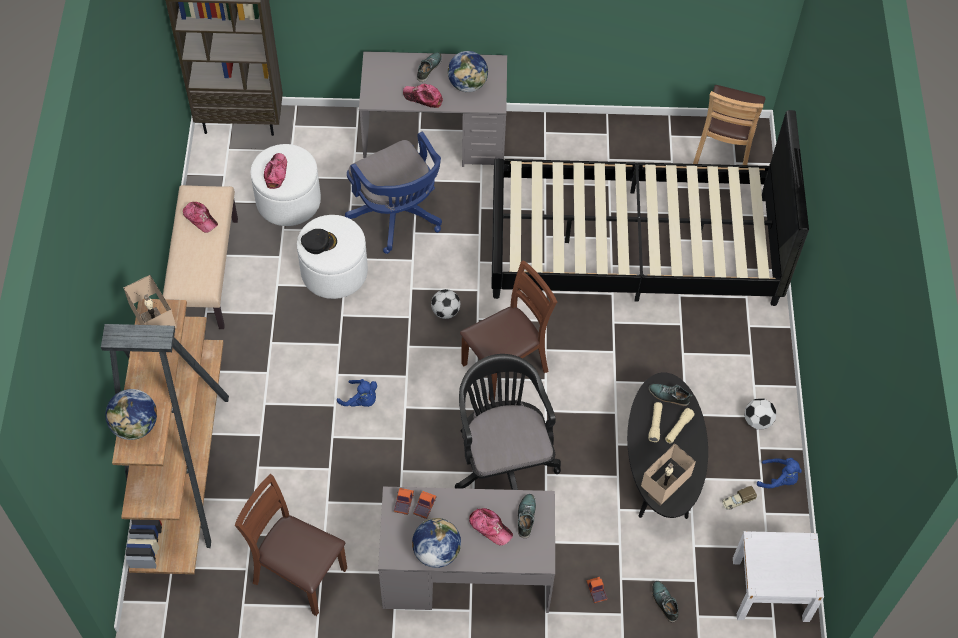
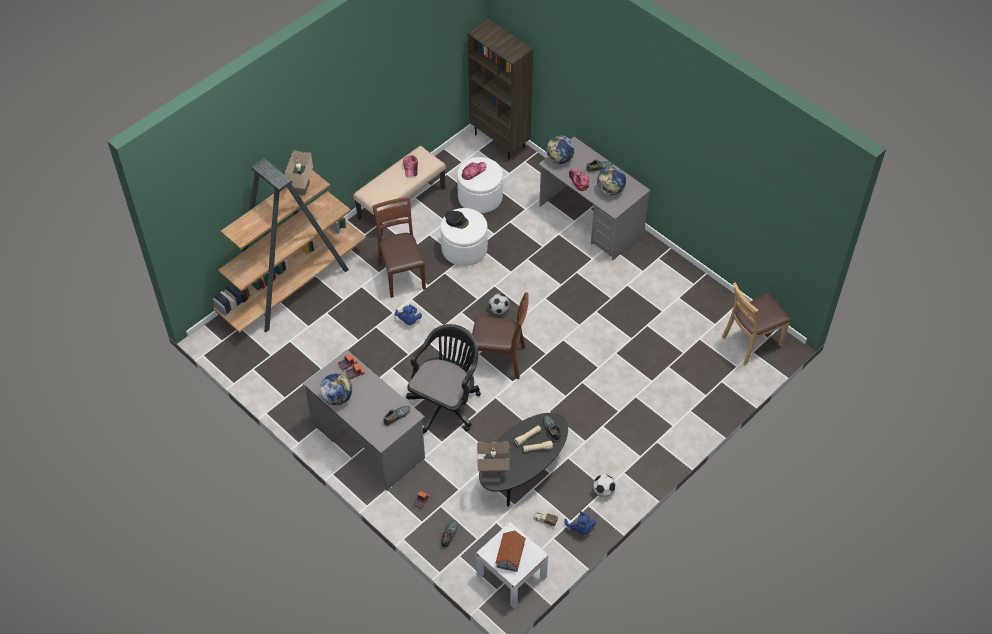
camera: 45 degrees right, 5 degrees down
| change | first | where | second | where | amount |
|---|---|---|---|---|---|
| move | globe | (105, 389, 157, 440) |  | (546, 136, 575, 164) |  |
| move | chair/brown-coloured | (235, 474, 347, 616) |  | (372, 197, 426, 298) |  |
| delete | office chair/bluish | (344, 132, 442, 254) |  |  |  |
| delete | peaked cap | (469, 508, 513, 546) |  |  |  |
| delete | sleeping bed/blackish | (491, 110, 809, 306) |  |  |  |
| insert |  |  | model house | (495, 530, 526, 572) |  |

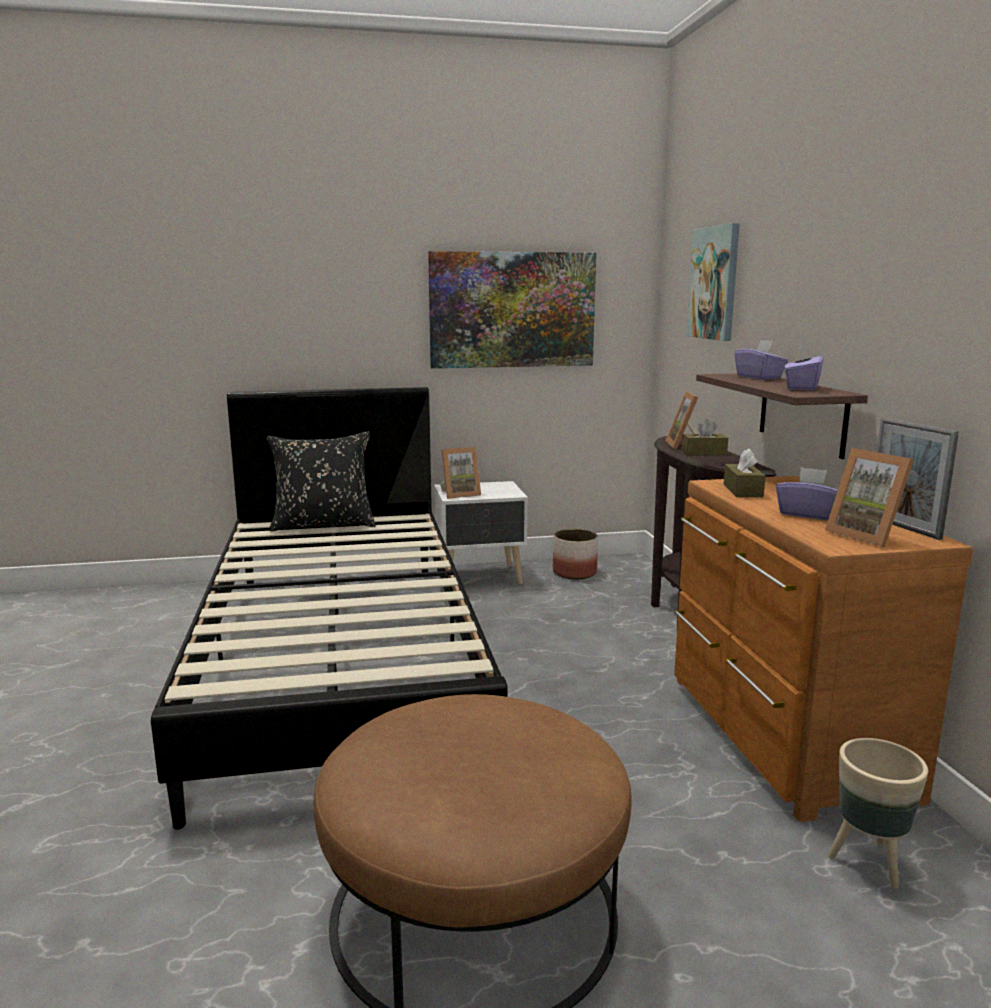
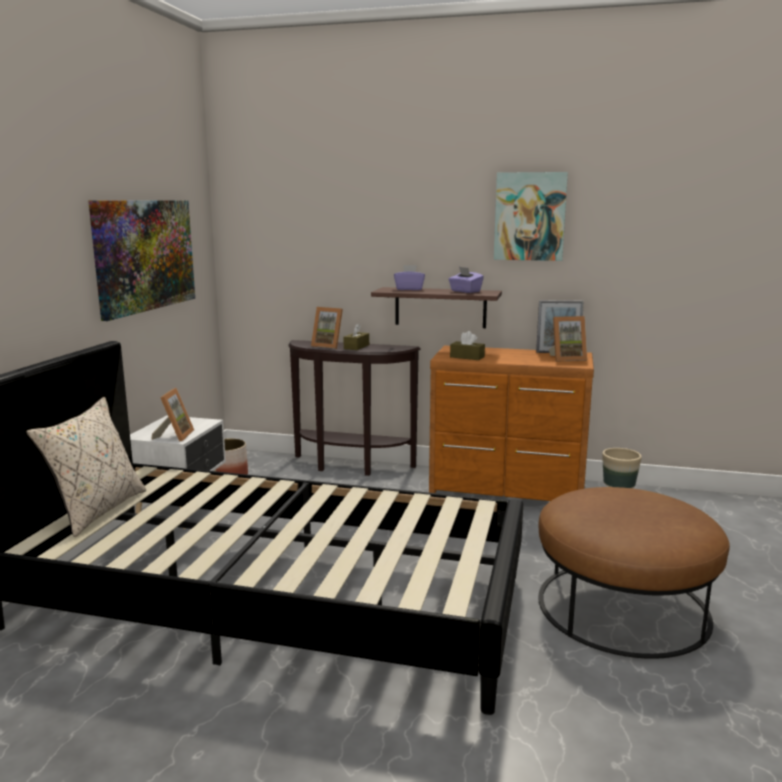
camera: 65 degrees left, 0 degrees up
| change | first | where | second | where | amount |
|---|---|---|---|---|---|
| recolor | cushion/blackish | (267, 431, 376, 532) | cushion/sand-coloured | (26, 397, 146, 537) |  |
| move | wall art | (686, 223, 740, 341) |  | (494, 172, 568, 261) |  |
| delete | tissue holder/purple-coloured | (776, 467, 838, 520) |  |  |  |

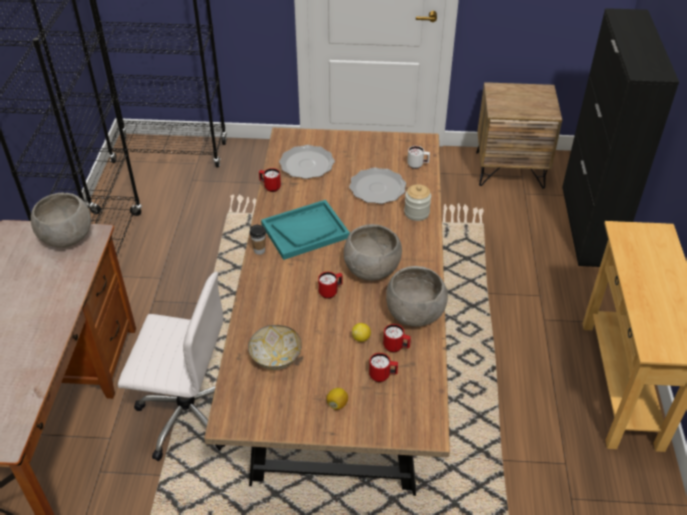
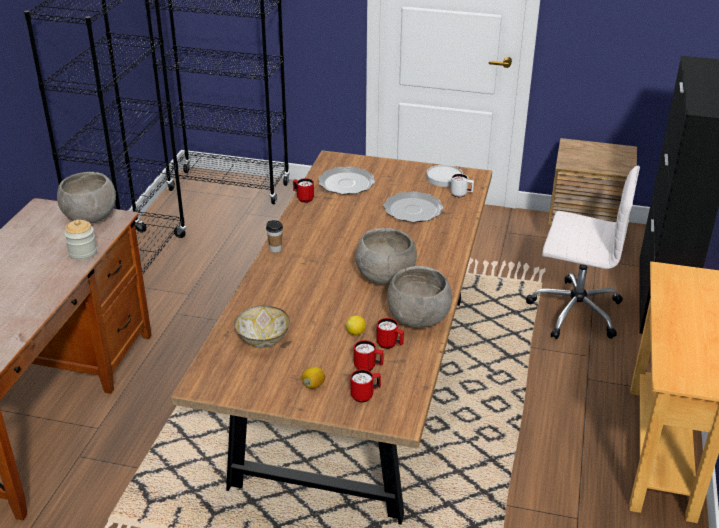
camera: 10 degrees right, 10 degrees down
| change | first | where | second | where | amount |
|---|---|---|---|---|---|
| move | office chair/white | (118, 272, 225, 461) |  | (526, 166, 640, 339) |  |
| delete | carrying tray/blue-green | (261, 200, 350, 260) |  |  |  |
| move | mug/red | (318, 272, 343, 299) |  | (350, 369, 381, 403) |  |
| move | preserve jar | (404, 184, 431, 221) |  | (64, 220, 97, 260) |  |
| insert |  |  | flat dish/white | (426, 165, 463, 187) |  |

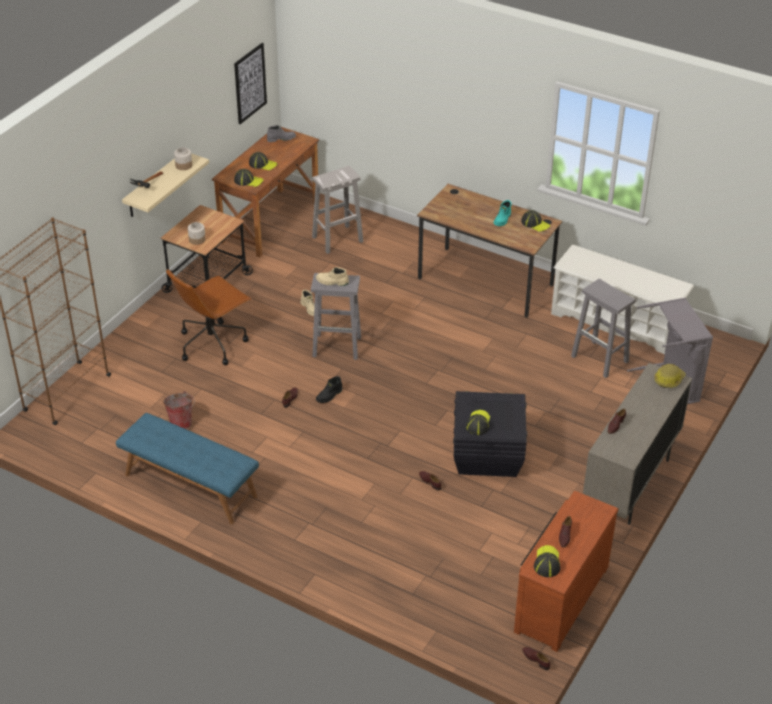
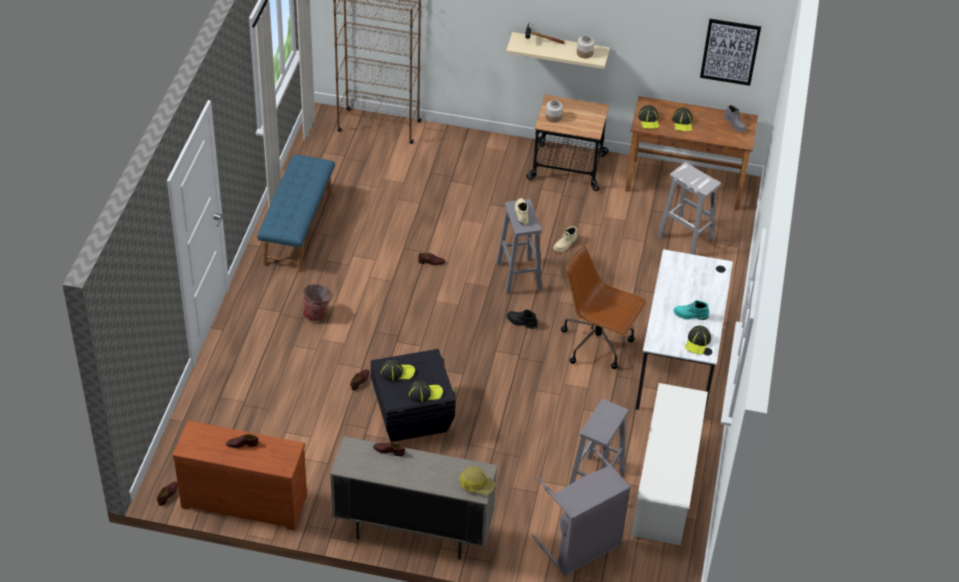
camera: 70 degrees right, 5 degrees up
| change | first | where | second | where | amount |
|---|---|---|---|---|---|
| move | pail | (163, 391, 195, 429) |  | (302, 284, 333, 321) |  |
| move | office chair/brown-coloured | (166, 270, 252, 365) |  | (561, 246, 647, 369) |  |
| move | boot/blackish | (316, 376, 342, 403) |  | (507, 310, 538, 329) |  |
| recolor | desk/brown-coloured | (417, 184, 562, 318) | desk/white | (635, 249, 733, 422) |  |
| move | peaked cap | (534, 545, 560, 577) |  | (408, 381, 443, 403) |  |

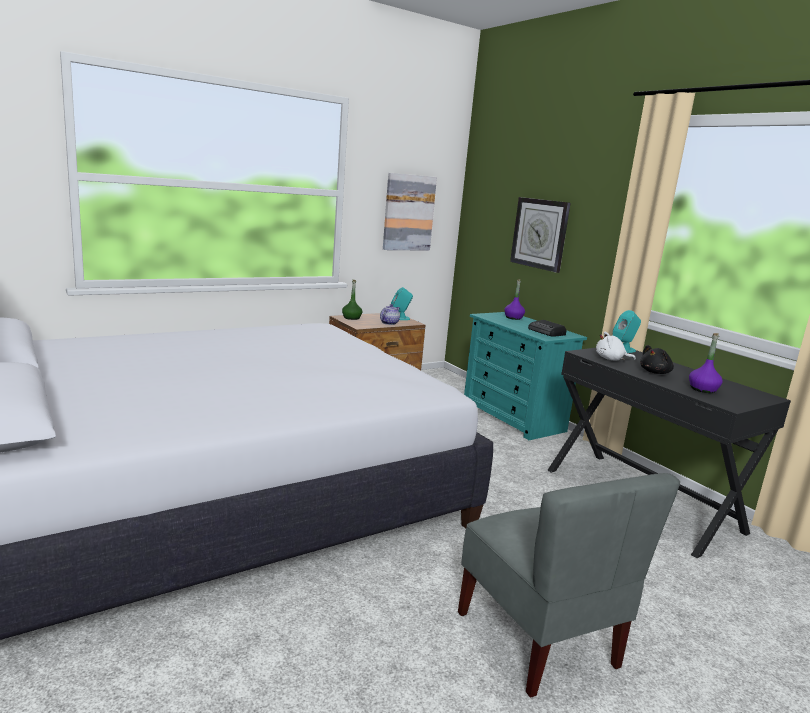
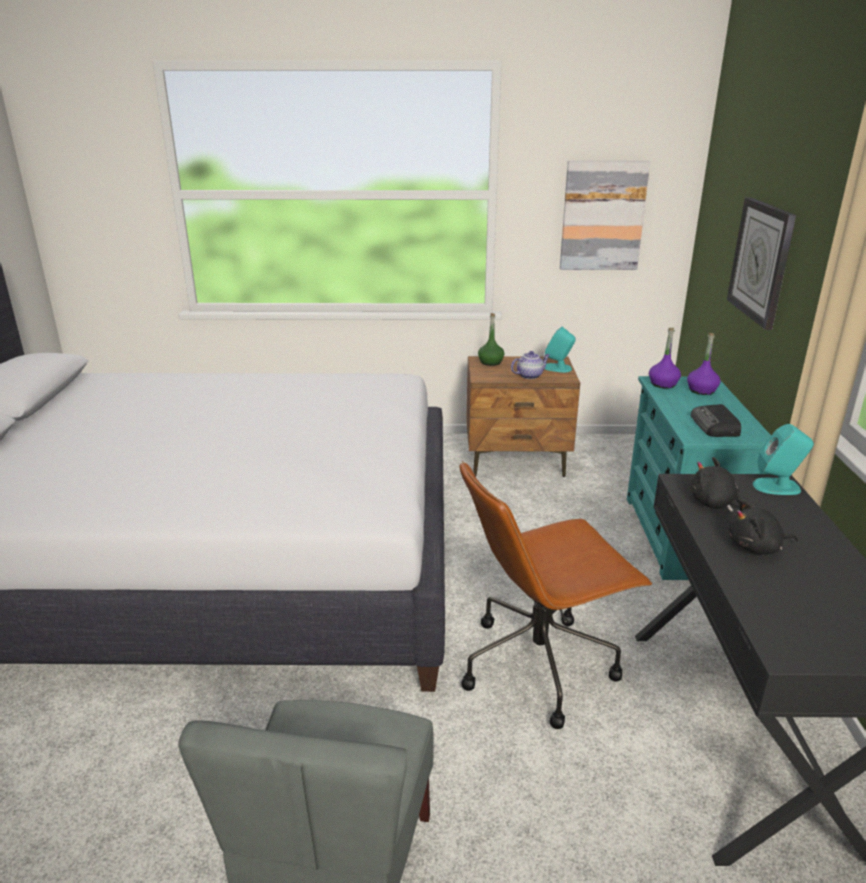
camera: 35 degrees right, 10 degrees up
| change | first | where | second | where | amount |
|---|---|---|---|---|---|
| recolor | soft toy/white | (596, 332, 636, 361) | soft toy/blackish | (690, 457, 756, 512) |  |
| move | bottle/purple-coloured | (689, 333, 723, 393) |  | (649, 328, 681, 389) |  |
| insert |  |  | office chair/brown-coloured | (460, 461, 653, 729) |  |

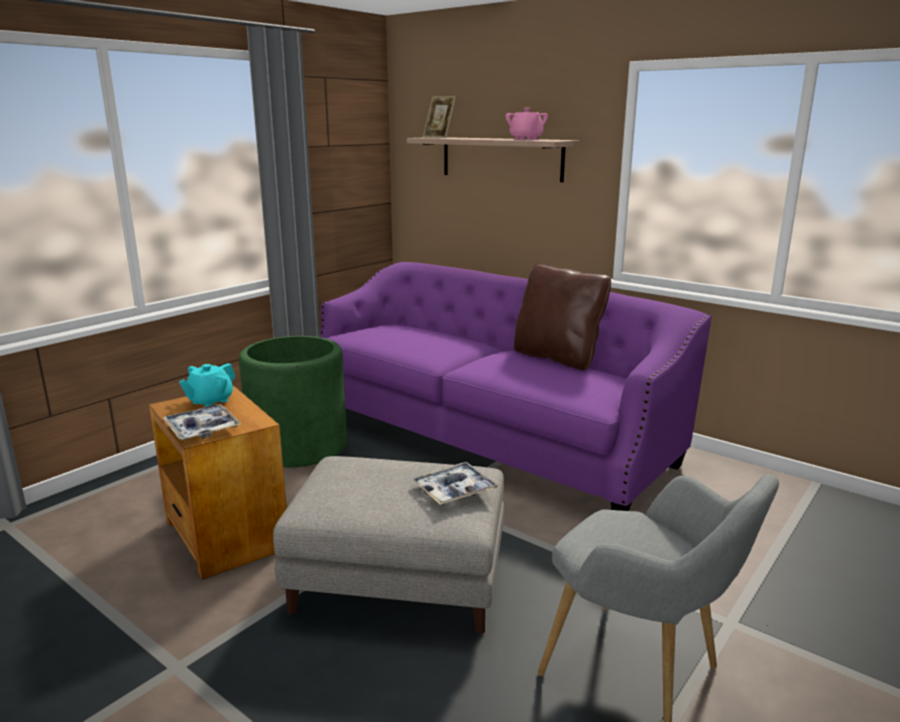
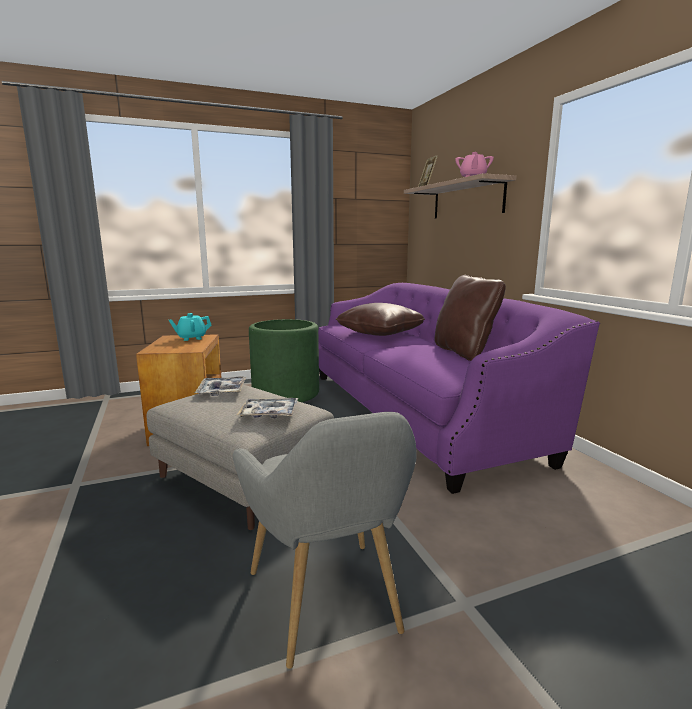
camera: 30 degrees right, 5 degrees down
| change | first | where | second | where | amount |
|---|---|---|---|---|---|
| move | carrying tray | (163, 404, 241, 440) |  | (195, 376, 246, 396) |  |
| insert |  |  | cushion/brown-coloured | (336, 303, 425, 336) |  |

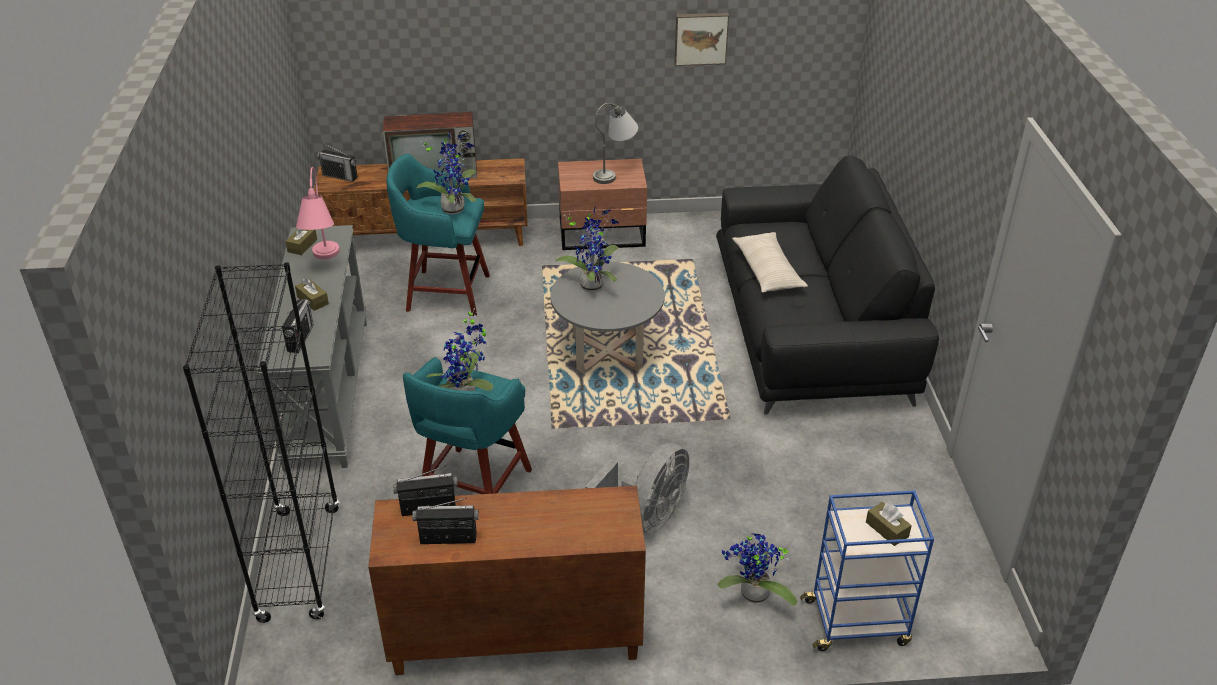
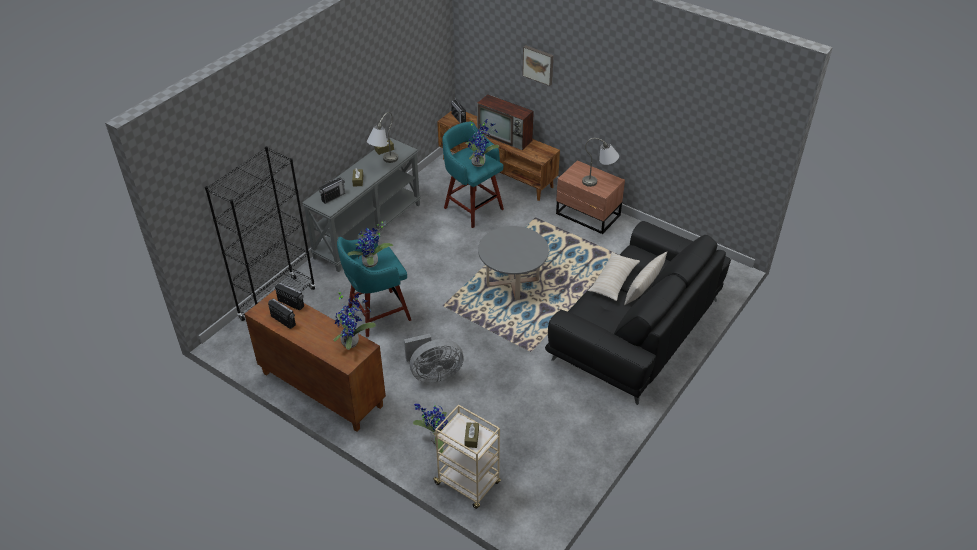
camera: 40 degrees right, 5 degrees up
| change | first | where | second | where | amount |
|---|---|---|---|---|---|
| recolor | lamp for a table/pink-coloured | (296, 167, 340, 259) | lamp for a table/grey | (367, 112, 398, 163) |  |
| move | potted plant | (556, 206, 619, 292) |  | (333, 290, 376, 350) |  |
| move | wall art | (675, 13, 729, 66) |  | (522, 45, 554, 86) |  |
| recolor | cart/bluish | (800, 490, 934, 651) | cart/sand-coloured | (432, 404, 501, 509) |  |
| insert |  |  | cushion/sand-coloured | (624, 251, 667, 305) |  |

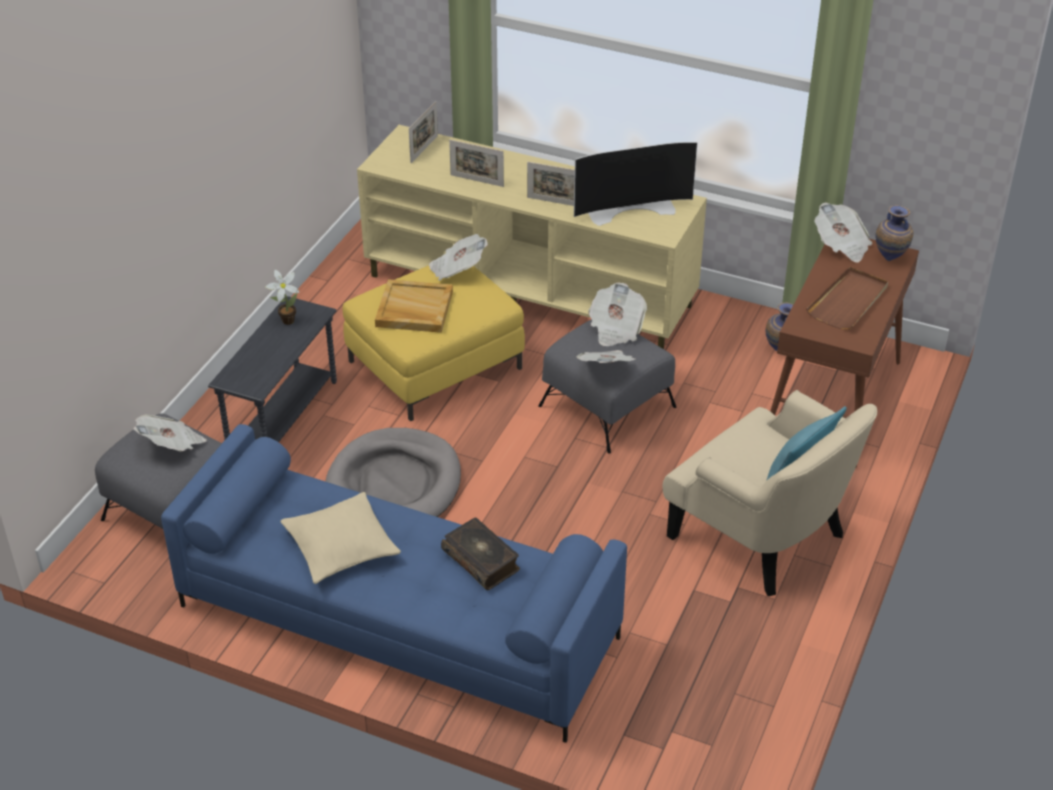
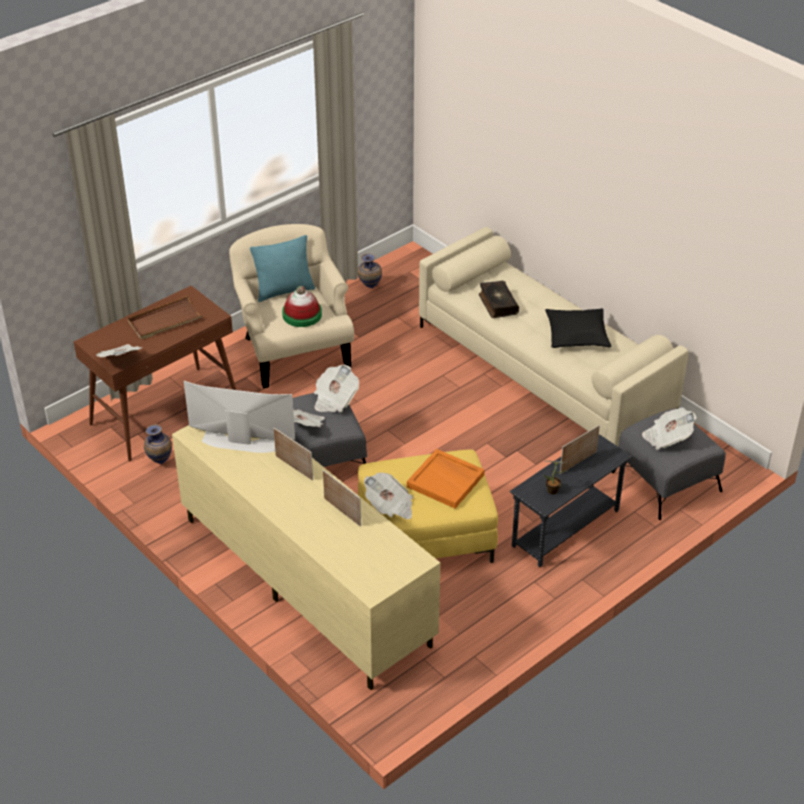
camera: 155 degrees left, 0 degrees up
| change | first | where | second | where | amount |
|---|---|---|---|---|---|
| recolor | couch/bluish | (161, 424, 627, 743) | couch/sand-coloured | (419, 227, 689, 446) |  |
| recolor | cushion/sand-coloured | (281, 492, 401, 584) | cushion/blackish | (545, 308, 611, 348) |  |
| delete | pet bed/grey | (325, 428, 461, 517) |  |  |  |
| recolor | carrying tray/sand-coloured | (375, 279, 453, 333) | carrying tray/orangey | (407, 449, 485, 509) |  |
| move | picture frame | (409, 101, 438, 163) |  | (560, 425, 600, 474) |  |
| move | decorative vase | (876, 205, 913, 261) |  | (358, 253, 382, 288) |  |
| insert |  |  | clothing hat | (282, 286, 322, 327) |  |

